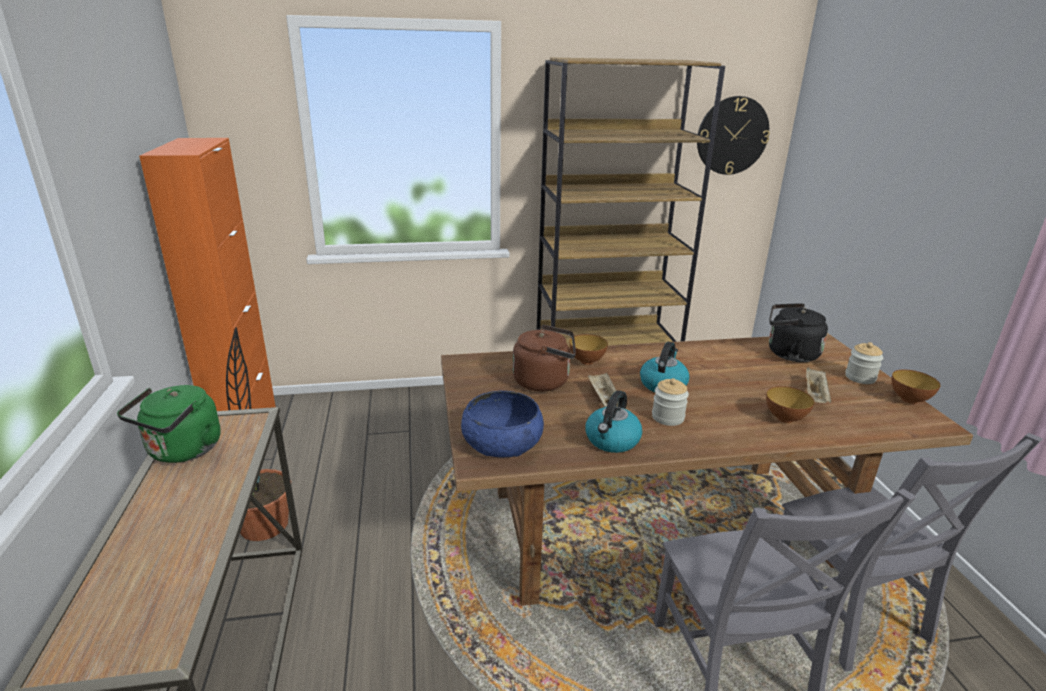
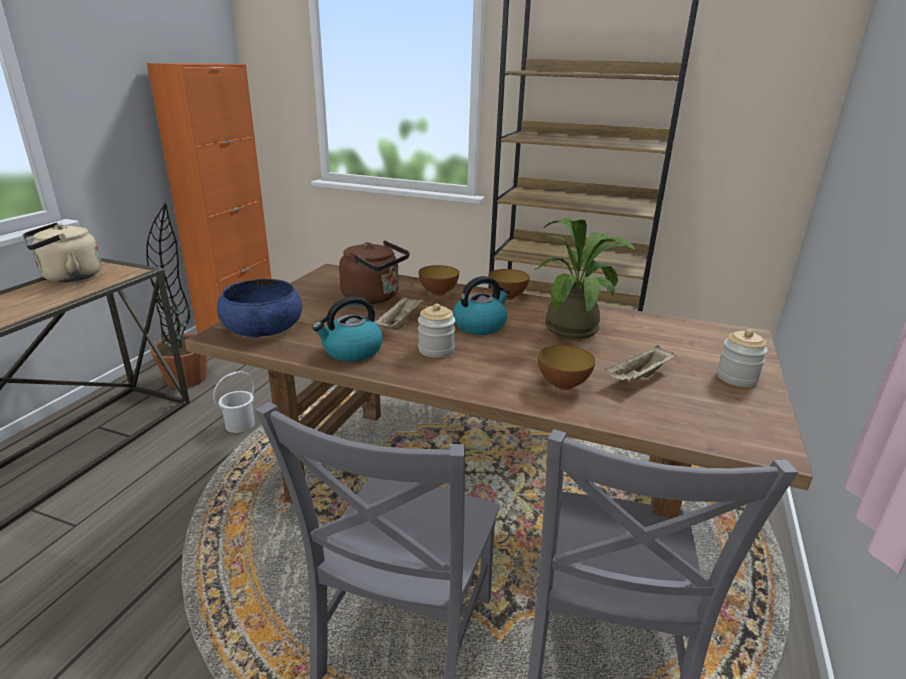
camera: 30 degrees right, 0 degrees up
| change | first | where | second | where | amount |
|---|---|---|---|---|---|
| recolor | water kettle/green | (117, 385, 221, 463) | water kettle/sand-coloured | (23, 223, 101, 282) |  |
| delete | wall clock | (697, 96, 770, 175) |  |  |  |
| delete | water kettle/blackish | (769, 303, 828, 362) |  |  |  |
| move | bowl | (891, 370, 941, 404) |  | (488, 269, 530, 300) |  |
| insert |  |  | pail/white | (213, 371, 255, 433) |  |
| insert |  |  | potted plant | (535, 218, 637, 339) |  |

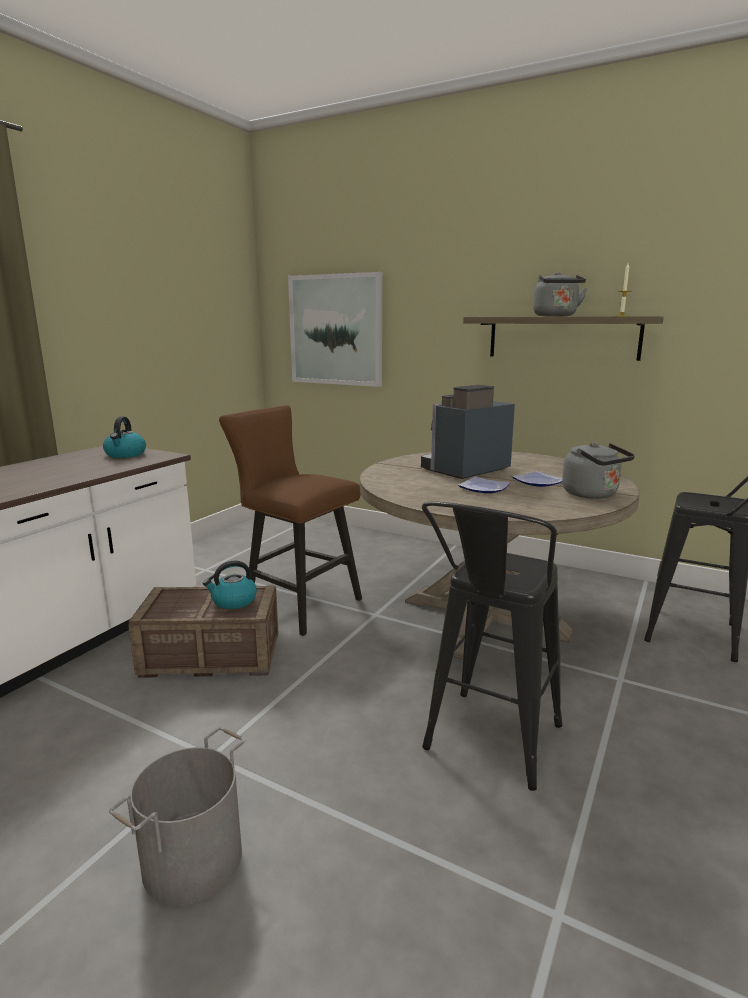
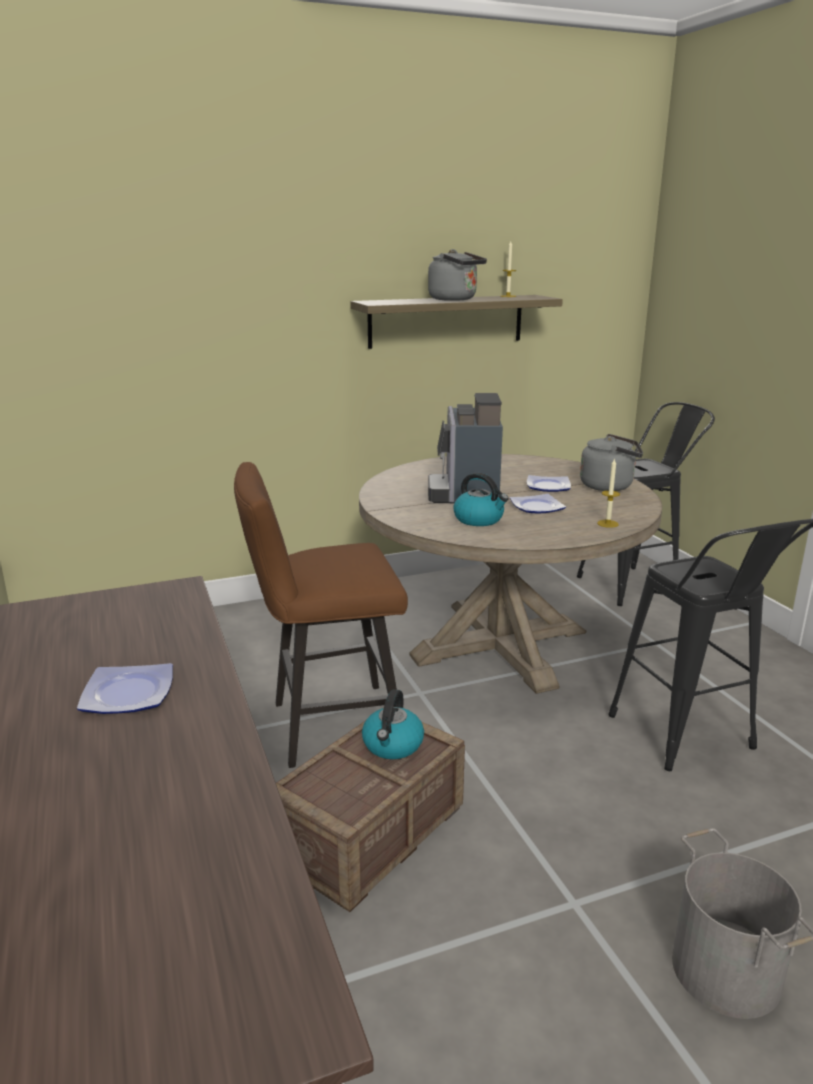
camera: 50 degrees left, 5 degrees up
| change | first | where | second | where | amount |
|---|---|---|---|---|---|
| move | water kettle | (103, 416, 146, 458) |  | (453, 473, 509, 526) |  |
| delete | wall art | (288, 272, 382, 387) |  |  |  |
| insert |  |  | flat dish | (77, 663, 173, 714) |  |
| insert |  |  | wax candle | (597, 458, 620, 528) |  |

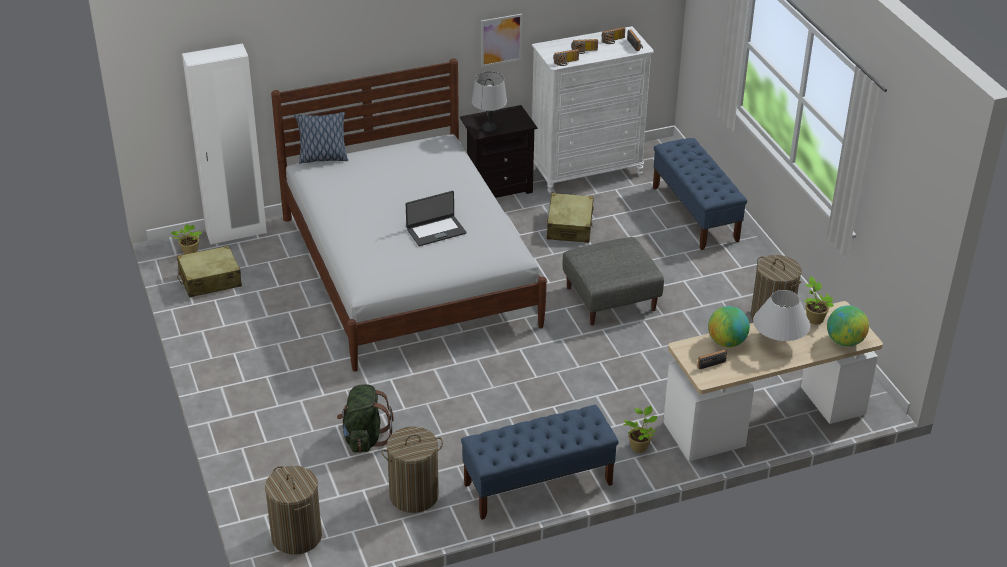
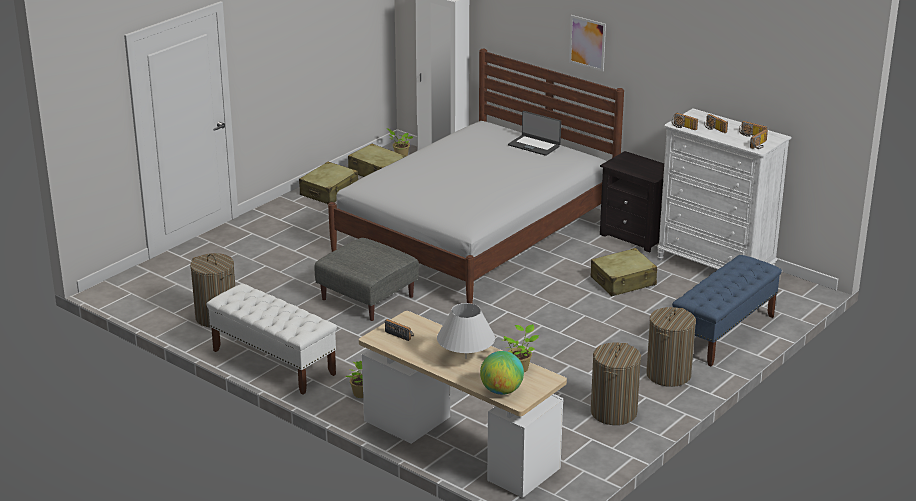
camera: 60 degrees right, 10 degrees down
| change | first | where | second | where | amount |
|---|---|---|---|---|---|
| move | laundry basket | (265, 466, 322, 555) |  | (646, 307, 696, 387) |  |
| delete | cushion | (294, 112, 348, 164) |  |  |  |
| delete | rucksack/green | (337, 384, 393, 453) |  |  |  |
| move | portable computer | (406, 191, 466, 246) |  | (508, 111, 561, 156) |  |
| recolor | indoor bench/bluish | (461, 405, 619, 520) | indoor bench/white | (207, 284, 337, 394) |  |
| delete | lamp for a table/grey | (472, 71, 507, 132) |  |  |  |
| move | wall art | (481, 14, 523, 67) |  | (569, 15, 606, 72) |  |
| move | pouffe/grey | (563, 237, 664, 326) |  | (314, 238, 419, 321) |  |
| delete | globe | (708, 306, 750, 347) |  |  |  |
| insert |  |  | suitcase/sand-coloured | (299, 162, 358, 204) |  |

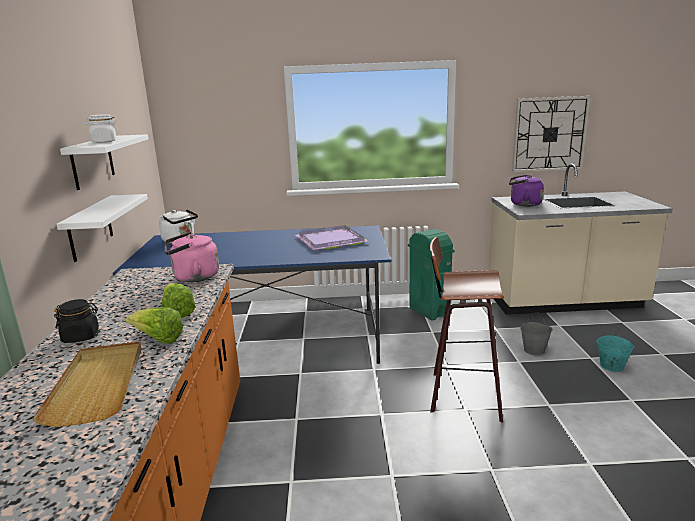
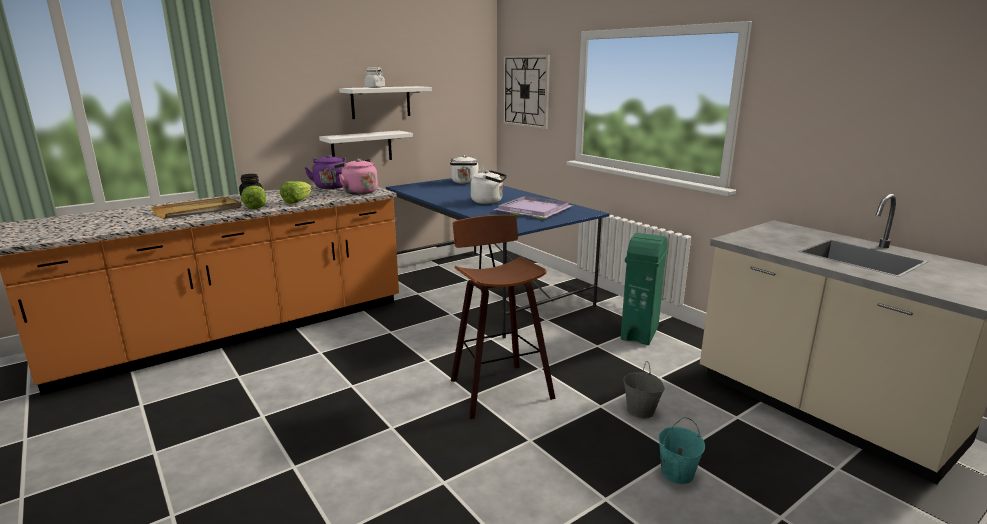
camera: 55 degrees right, 0 degrees up
| change | first | where | second | where | amount |
|---|---|---|---|---|---|
| move | water kettle/purple-coloured | (509, 174, 544, 207) |  | (304, 155, 346, 189) |  |
| move | wall clock | (512, 96, 591, 172) |  | (503, 55, 550, 129) |  |
| insert |  |  | water kettle/white | (471, 170, 507, 204) |  |

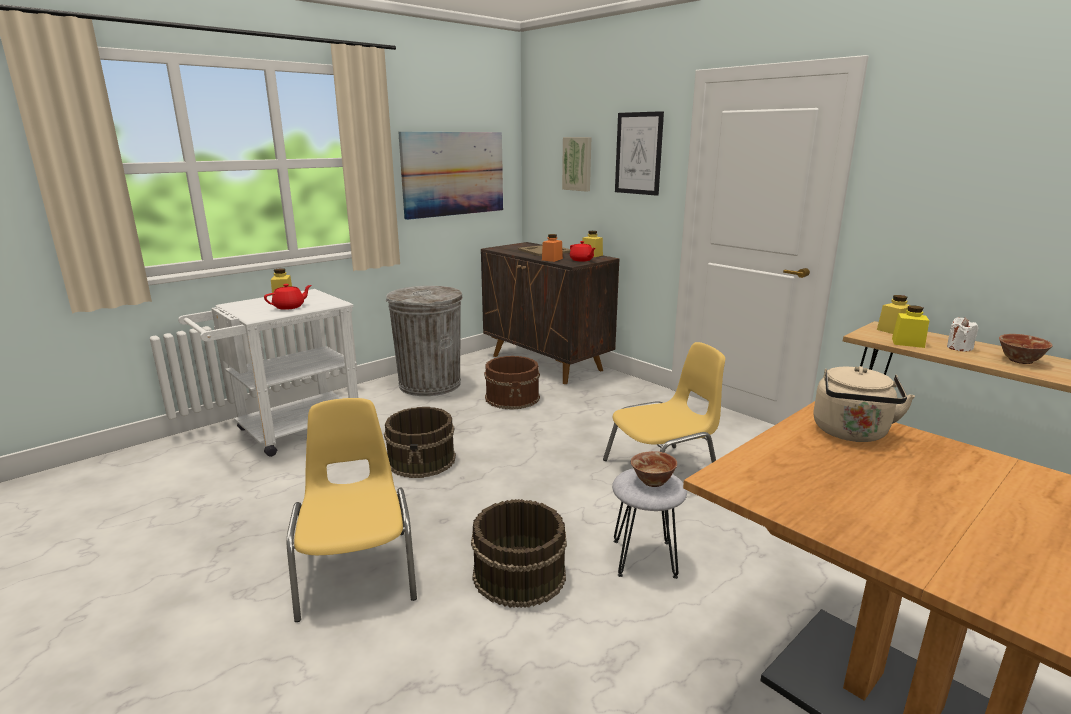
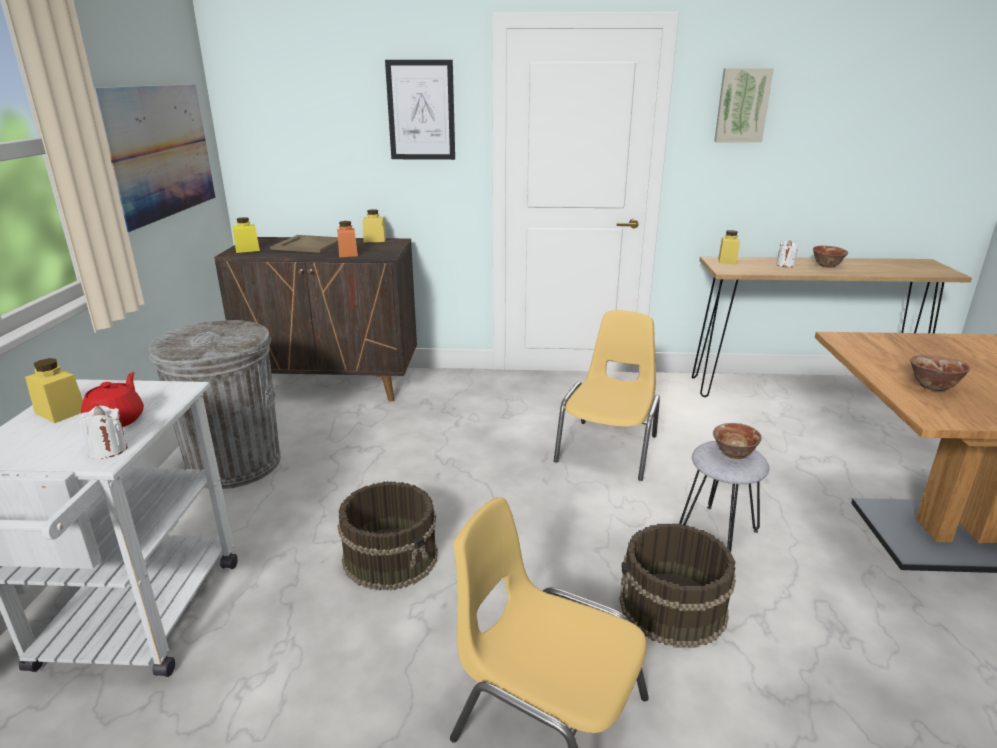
camera: 45 degrees left, 5 degrees up
| change | first | where | second | where | amount |
|---|---|---|---|---|---|
| delete | pail/brown-coloured | (484, 356, 540, 410) |  |  |  |
| move | wall art | (562, 137, 591, 192) |  | (714, 68, 773, 142) |  |
| delete | pot for tea/red | (570, 241, 595, 261) |  |  |  |
| delete | water kettle/sand-coloured | (813, 366, 915, 442) |  |  |  |
| move | preserve jar/yellowish | (892, 305, 929, 348) |  | (233, 217, 260, 253) |  |
| insert |  |  | wax candle/white | (79, 406, 128, 459) |  |
| insert |  |  | bowl | (910, 355, 970, 391) |  |

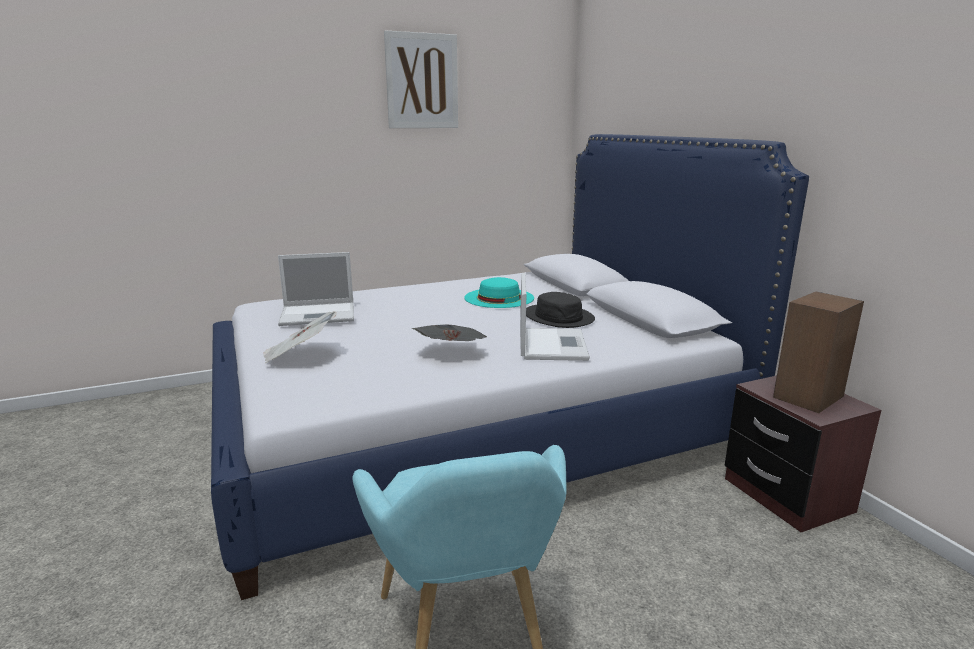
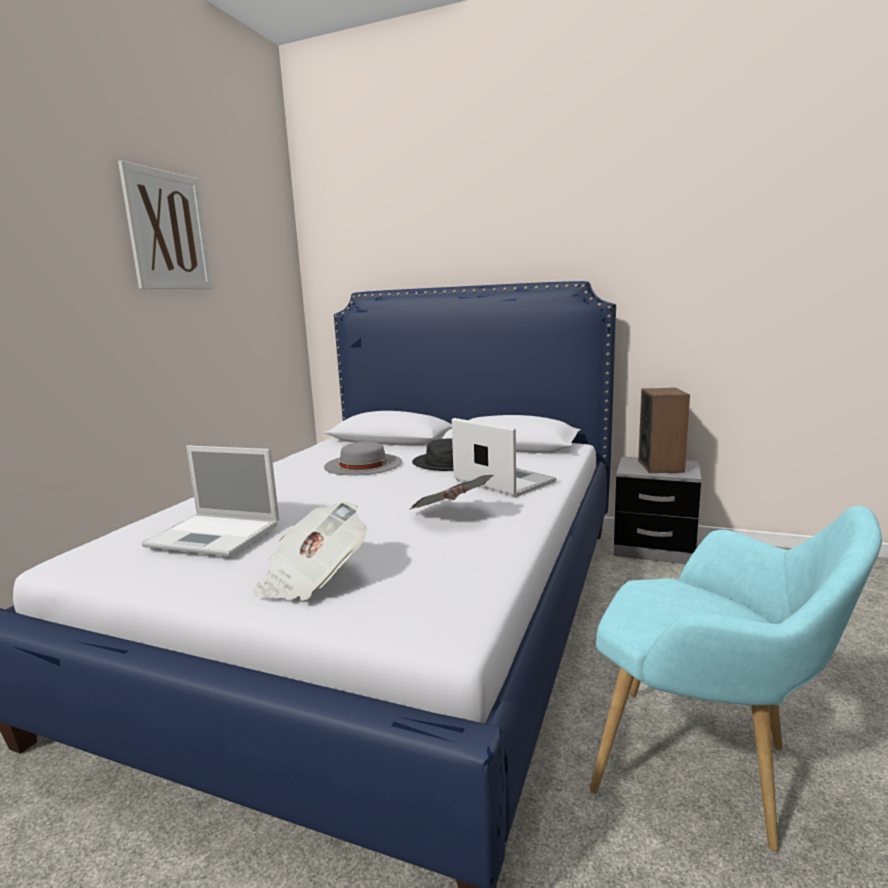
camera: 45 degrees left, 5 degrees down
| change | first | where | second | where | amount |
|---|---|---|---|---|---|
| rotate | portable computer | (278, 252, 354, 326) |  | (141, 446, 279, 557) | 75 degrees clockwise |
| recolor | clothing hat/blue-green | (464, 277, 534, 308) | clothing hat/grey | (324, 442, 402, 476) |  |
| recolor | nightstand/brown-coloured | (725, 375, 881, 532) | nightstand/grey | (614, 457, 701, 564) |  |

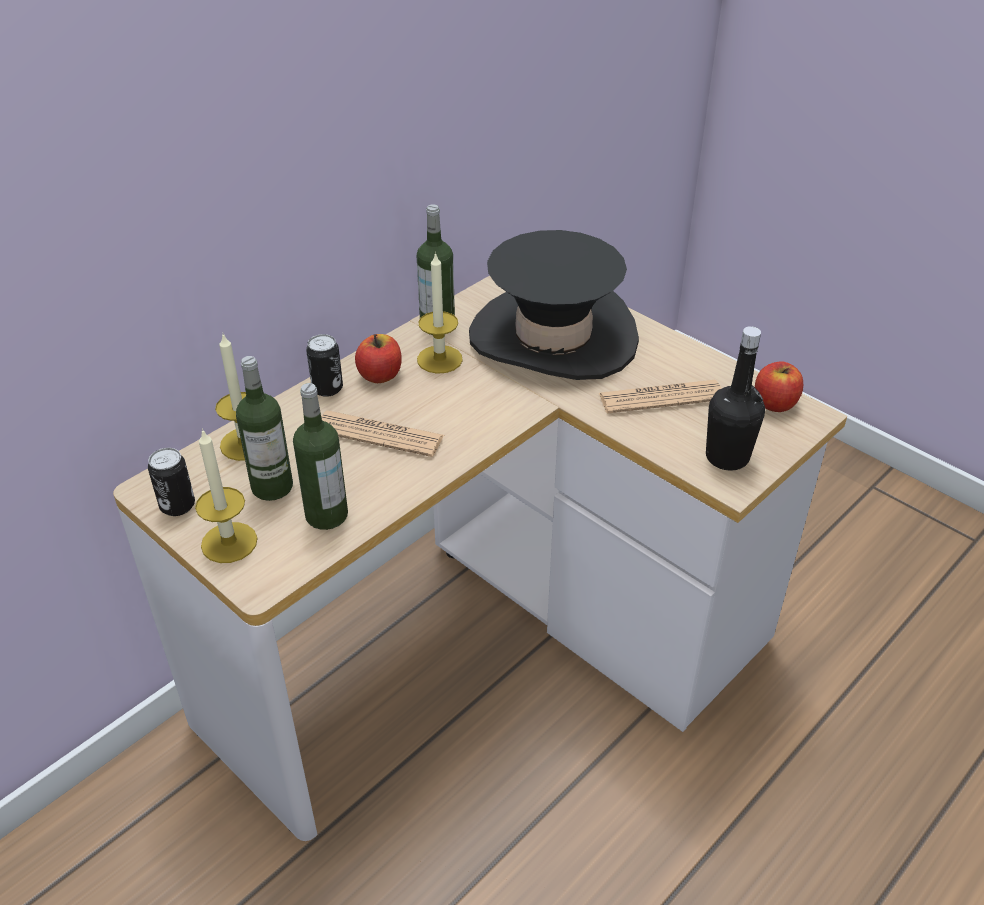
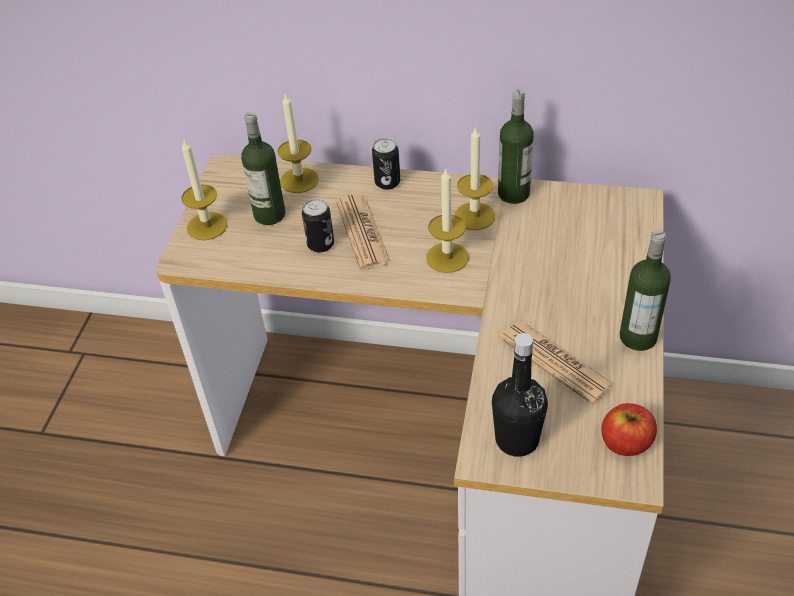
camera: 60 degrees right, 5 degrees up
| change | first | where | second | where | amount |
|---|---|---|---|---|---|
| move | metal can | (148, 448, 195, 516) |  | (302, 199, 334, 252) |  |
| move | bottle | (293, 383, 348, 530) |  | (620, 230, 671, 351) |  |
| delete | apple fruit | (355, 334, 402, 383) |  |  |  |
| delete | clothing hat/blackish | (469, 230, 639, 380) |  |  |  |
| insert |  |  | wax candle | (426, 169, 469, 273) |  |

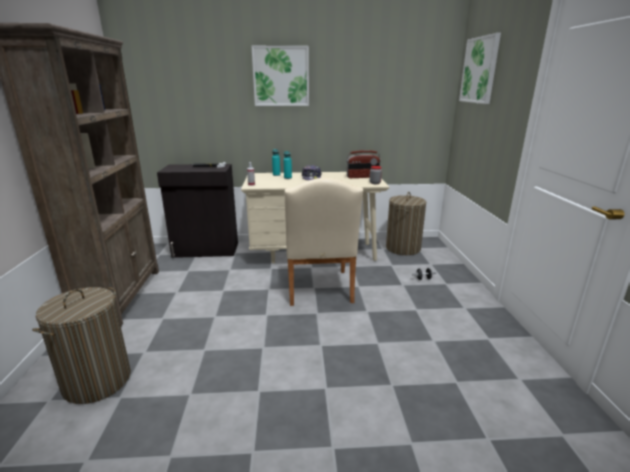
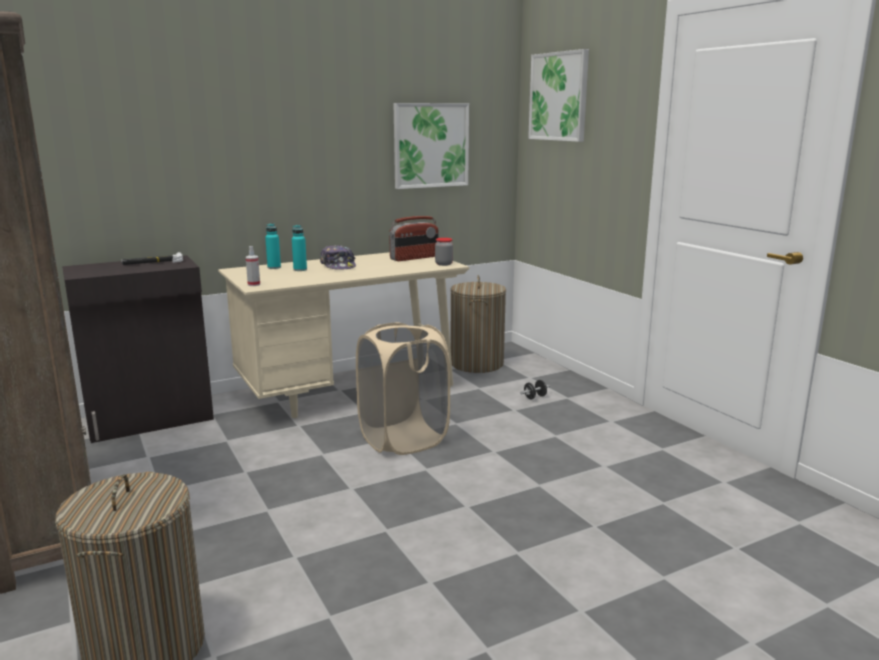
camera: 25 degrees left, 5 degrees down
| change | first | where | second | where | amount |
|---|---|---|---|---|---|
| move | wall art | (252, 46, 309, 106) |  | (394, 103, 469, 189) |  |
| replace | chair/sand-coloured | (285, 178, 363, 306) | laundry basket/sand-coloured | (356, 322, 450, 455) |  |

